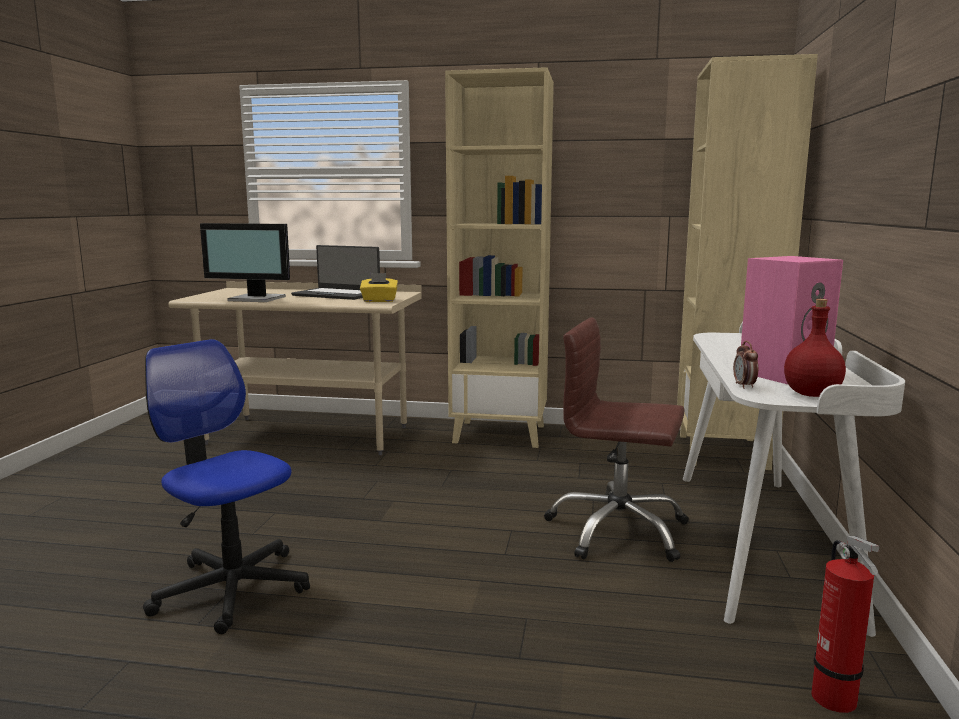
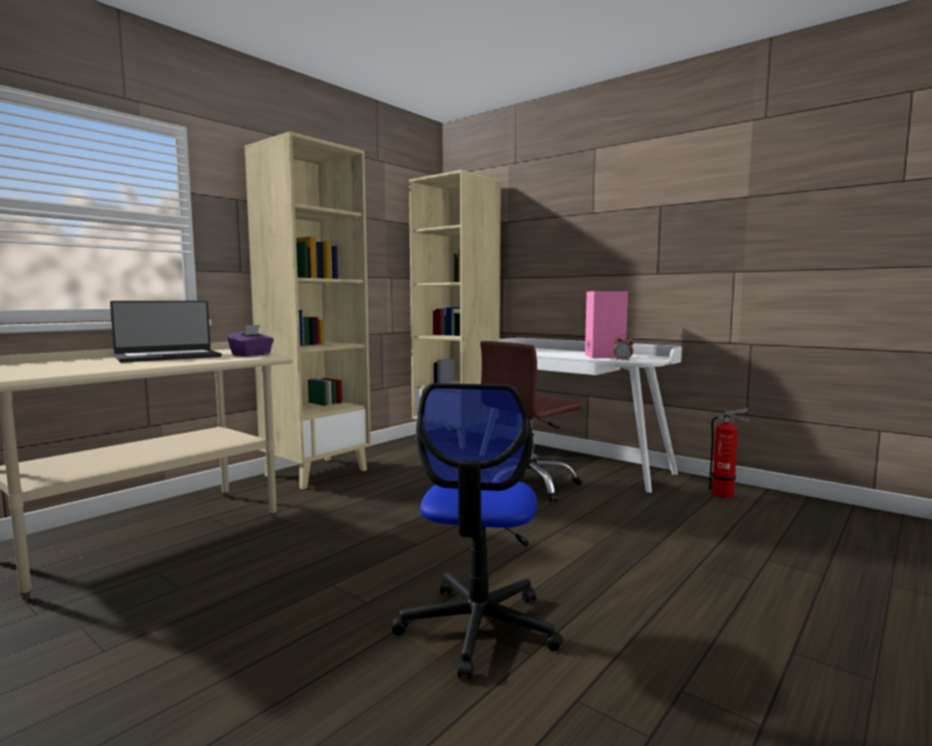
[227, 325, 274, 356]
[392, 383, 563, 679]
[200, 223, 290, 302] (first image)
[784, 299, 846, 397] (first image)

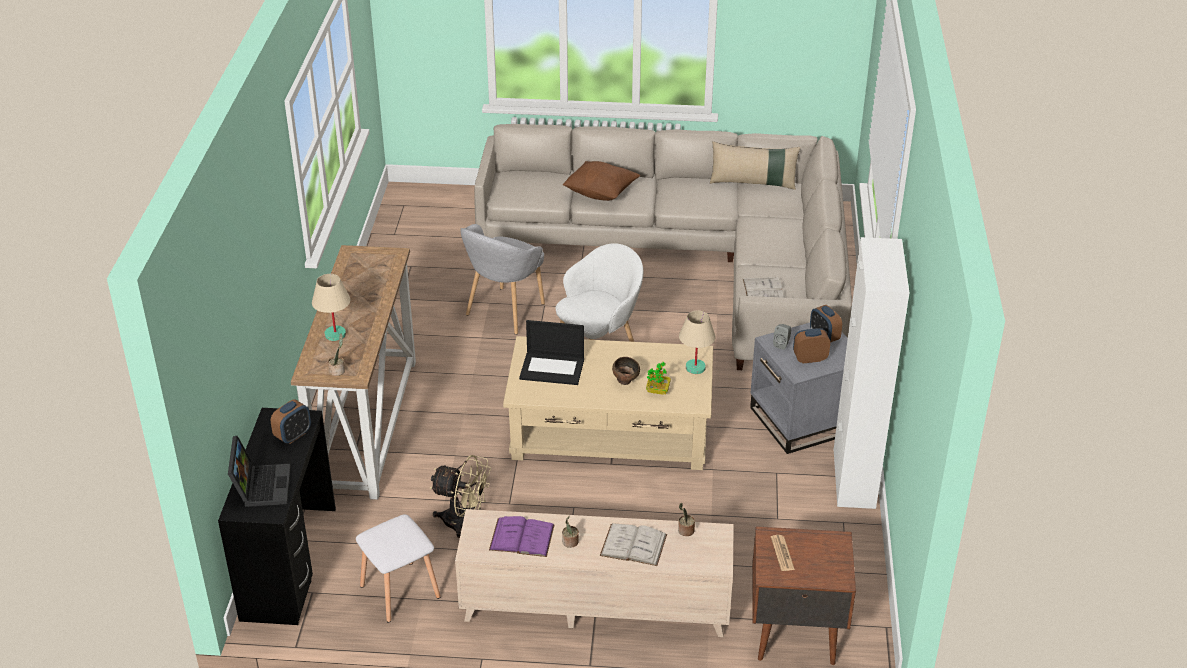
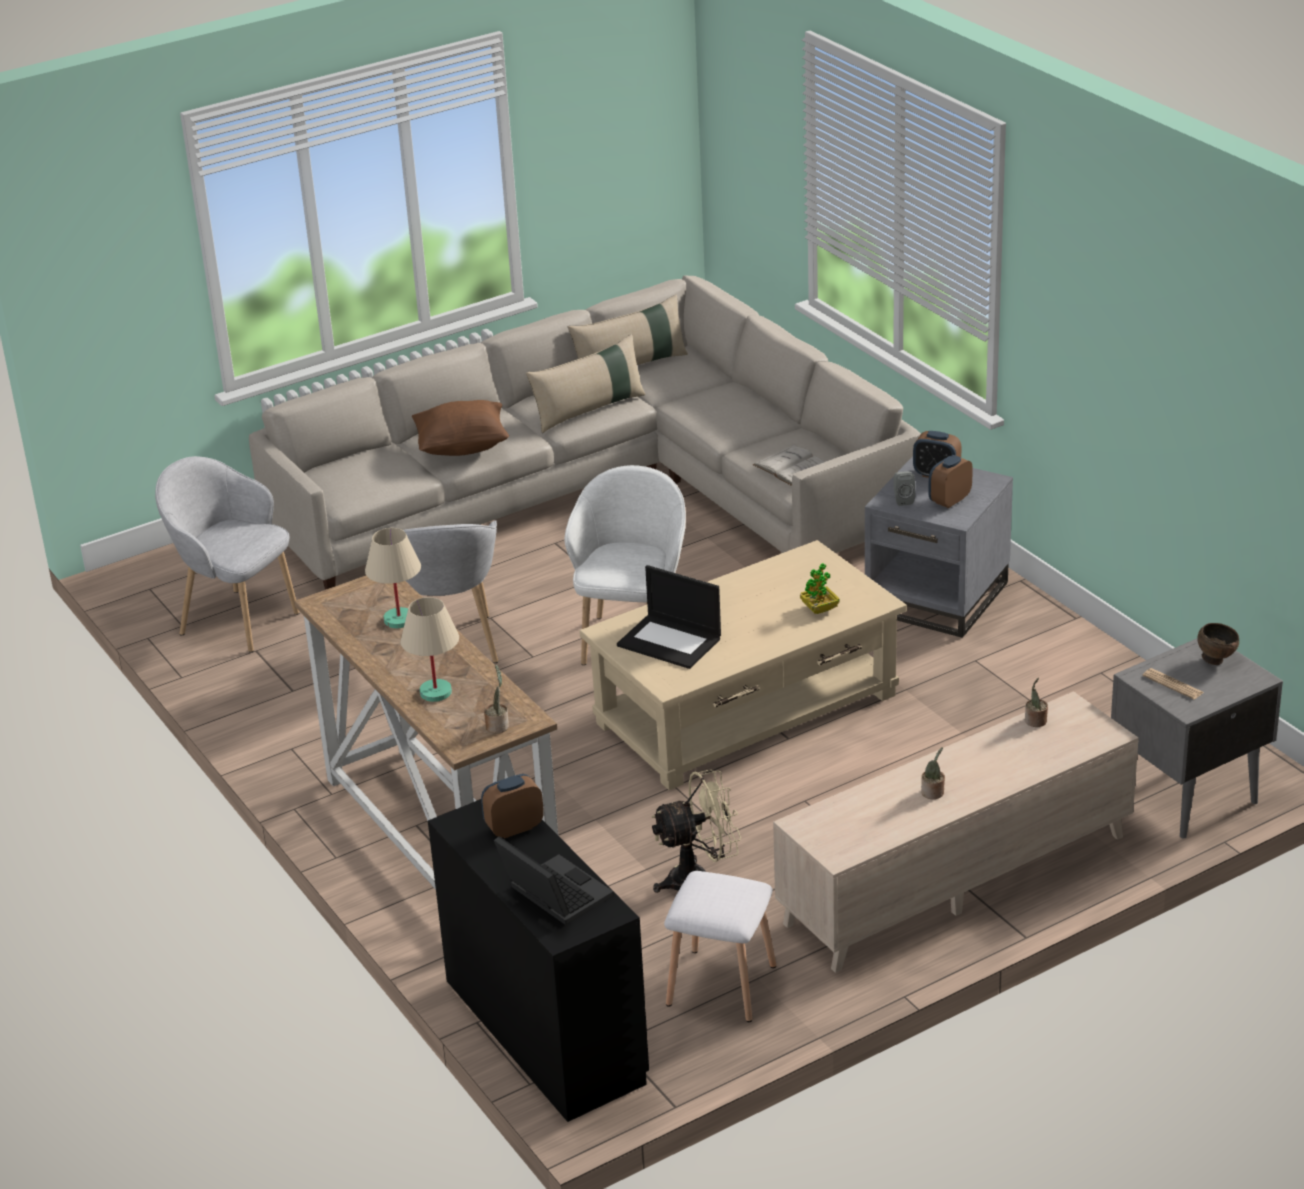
[155, 456, 299, 652]
[365, 528, 421, 628]
[481, 774, 544, 839]
[526, 334, 646, 433]
[617, 565, 721, 669]
[1111, 639, 1283, 839]
[1197, 623, 1239, 665]
[489, 516, 555, 557] (first image)
[600, 523, 667, 566] (first image)
[834, 237, 910, 509] (first image)

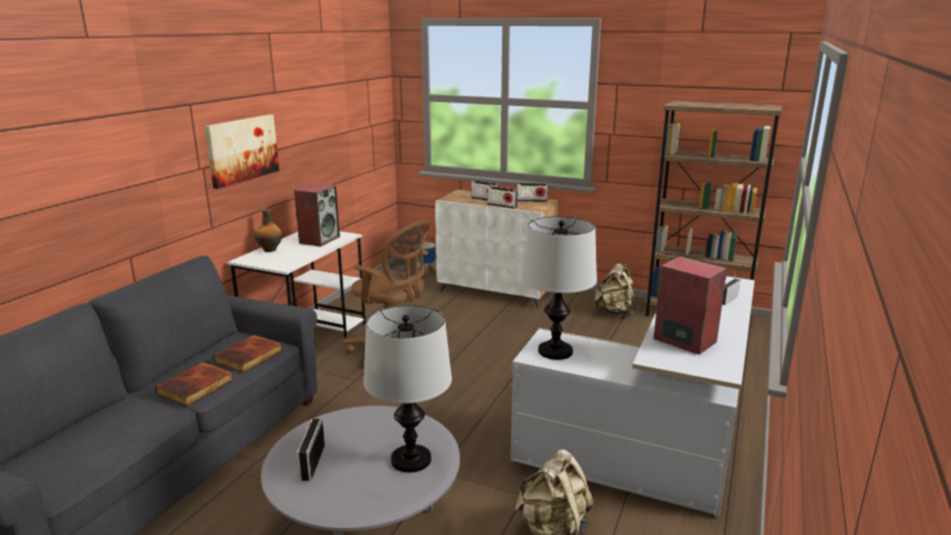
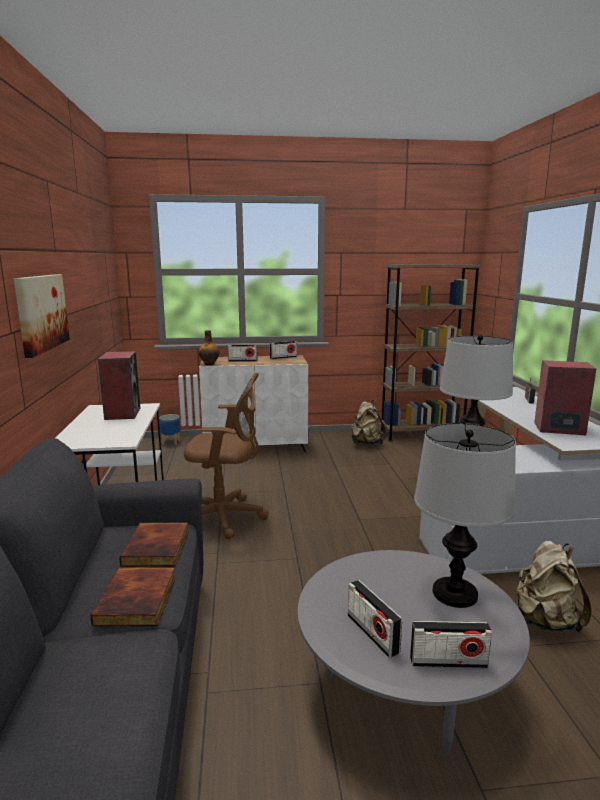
[198, 330, 220, 365]
[410, 621, 492, 668]

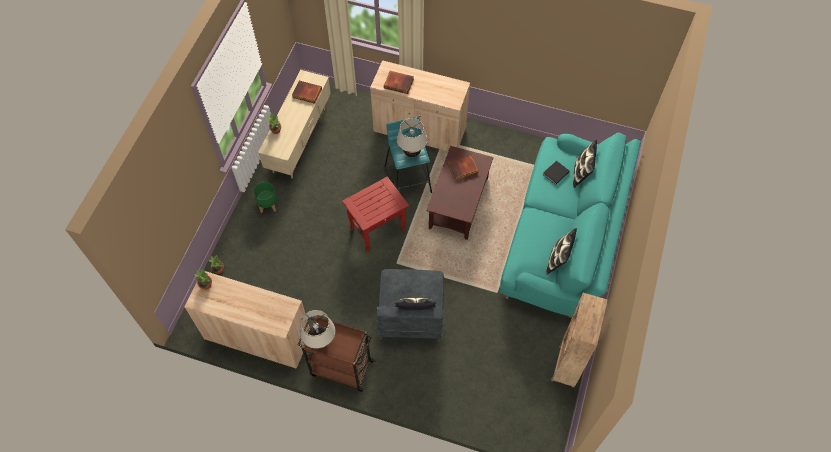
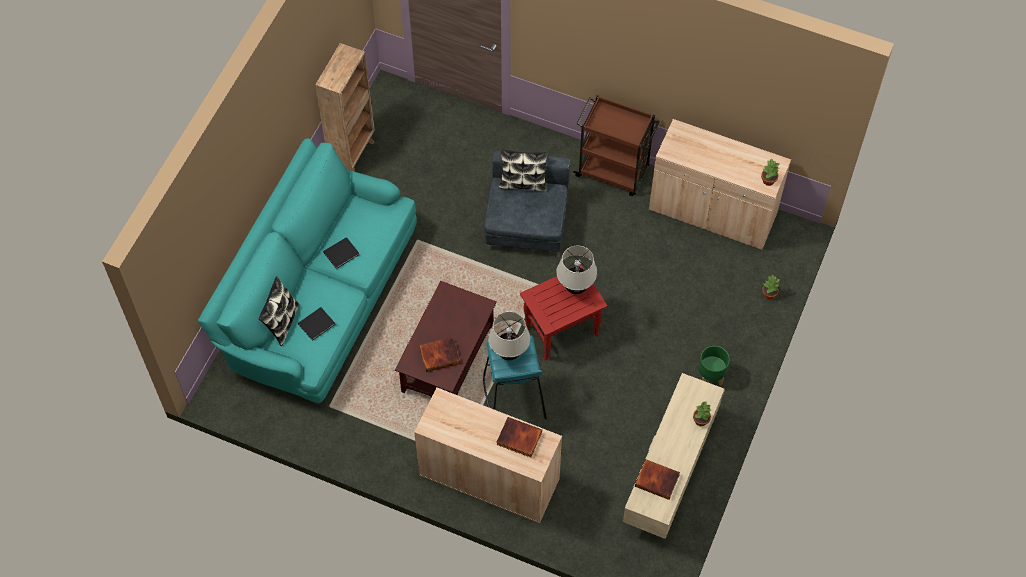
[323, 237, 359, 269]
[556, 245, 598, 294]
[546, 228, 577, 275] (first image)

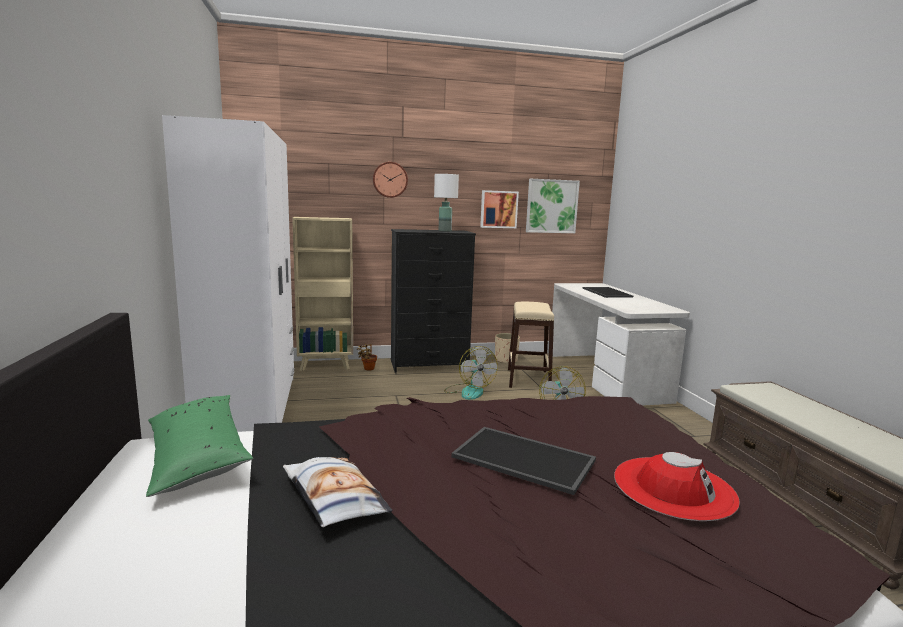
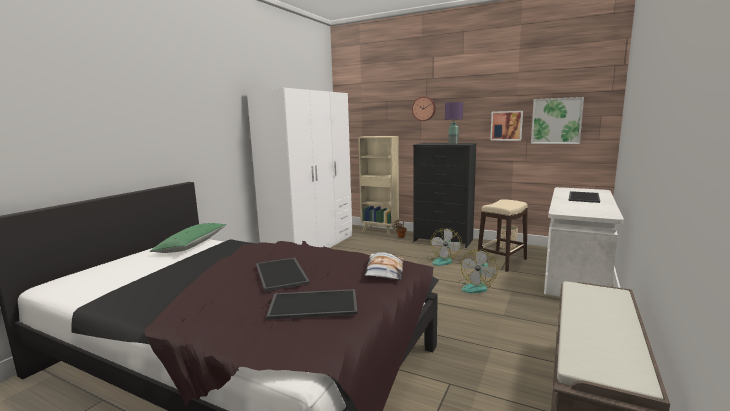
[266, 289, 358, 320]
[365, 252, 403, 280]
[445, 102, 463, 144]

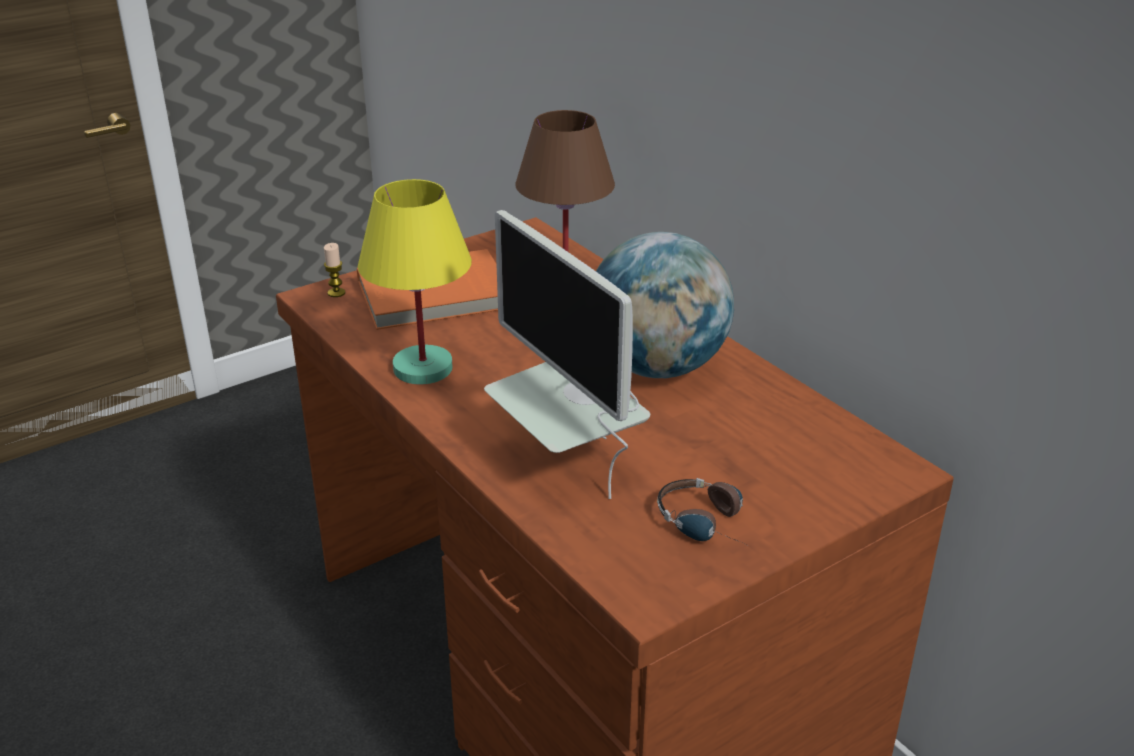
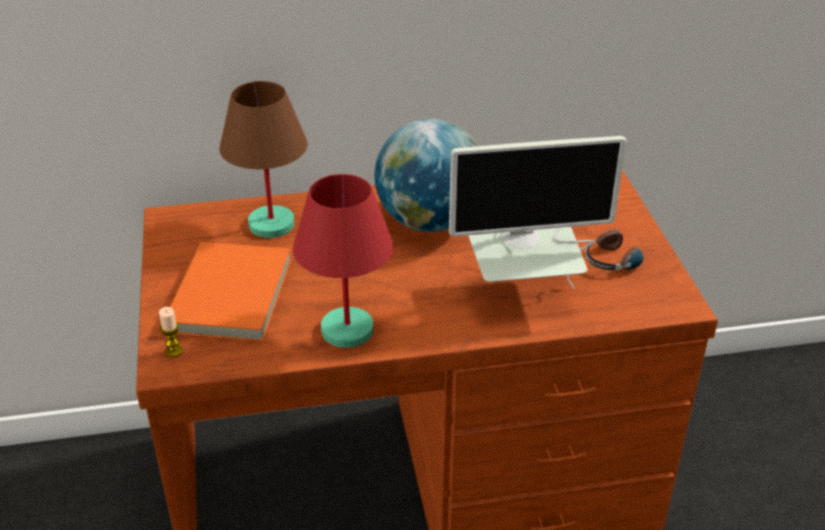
[293, 174, 394, 348]

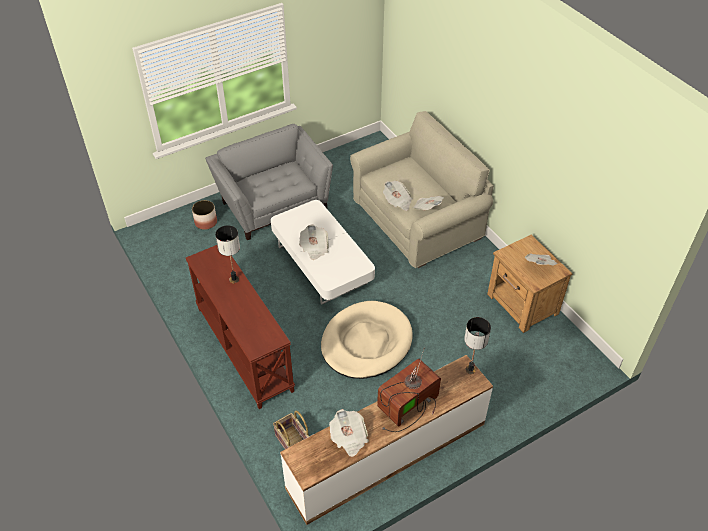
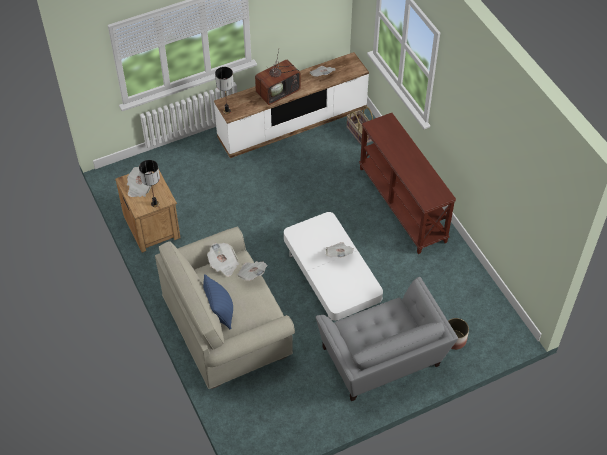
[139, 160, 160, 207]
[203, 274, 233, 329]
[321, 301, 413, 379] (first image)

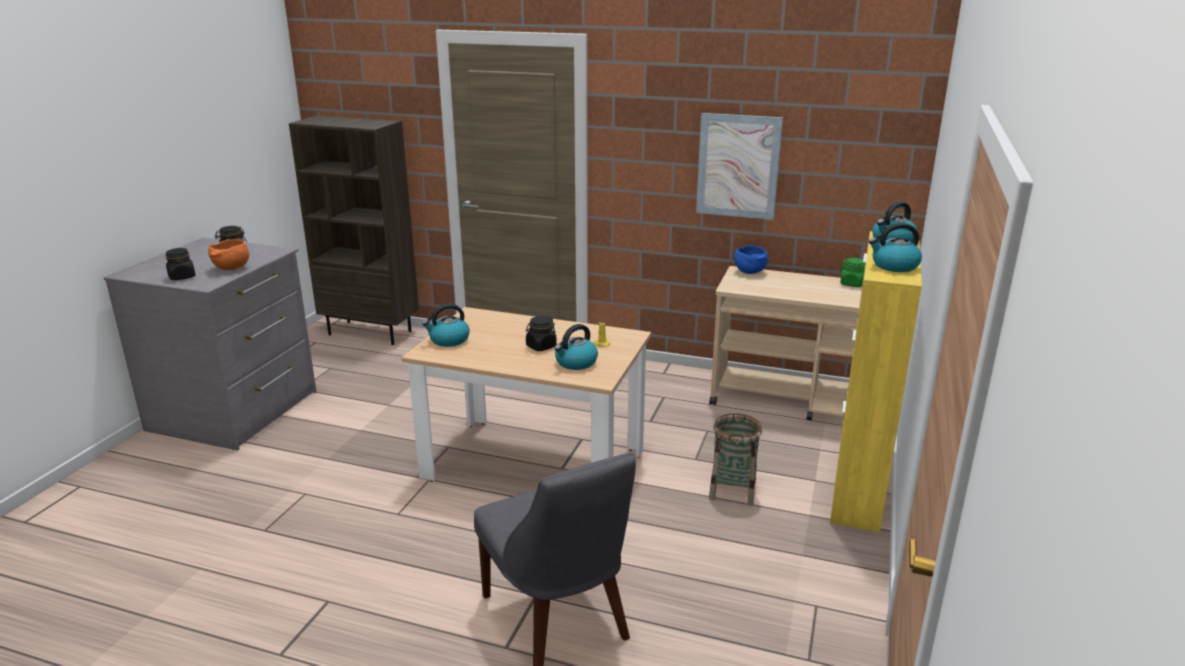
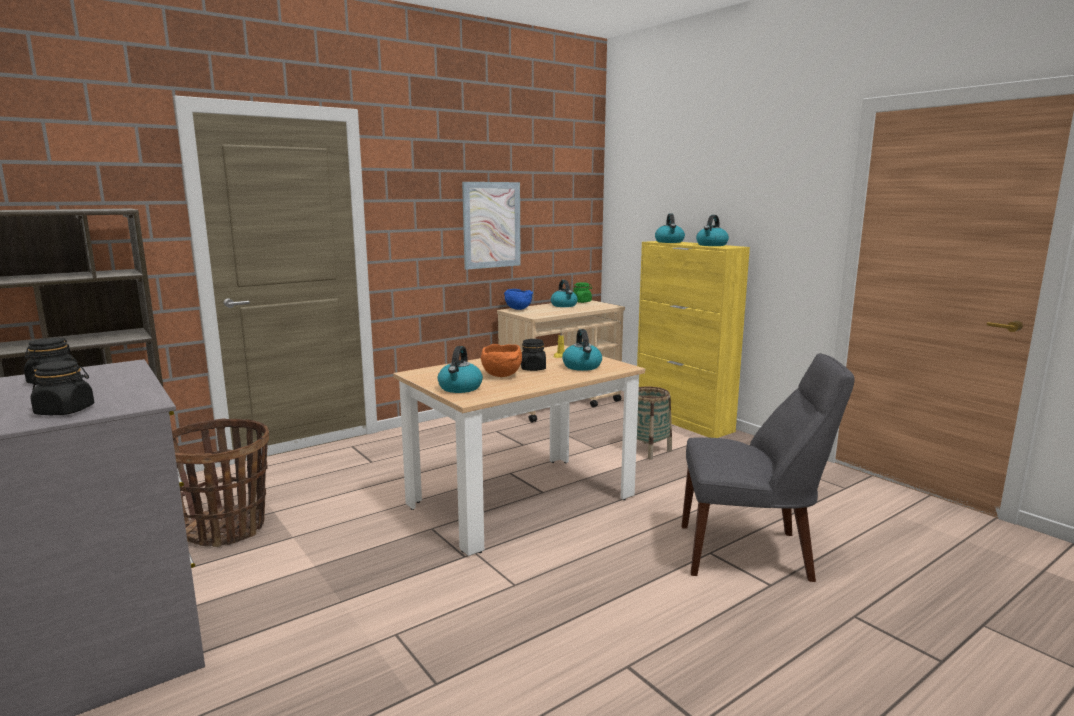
[172, 418, 269, 547]
[481, 344, 522, 377]
[551, 280, 578, 307]

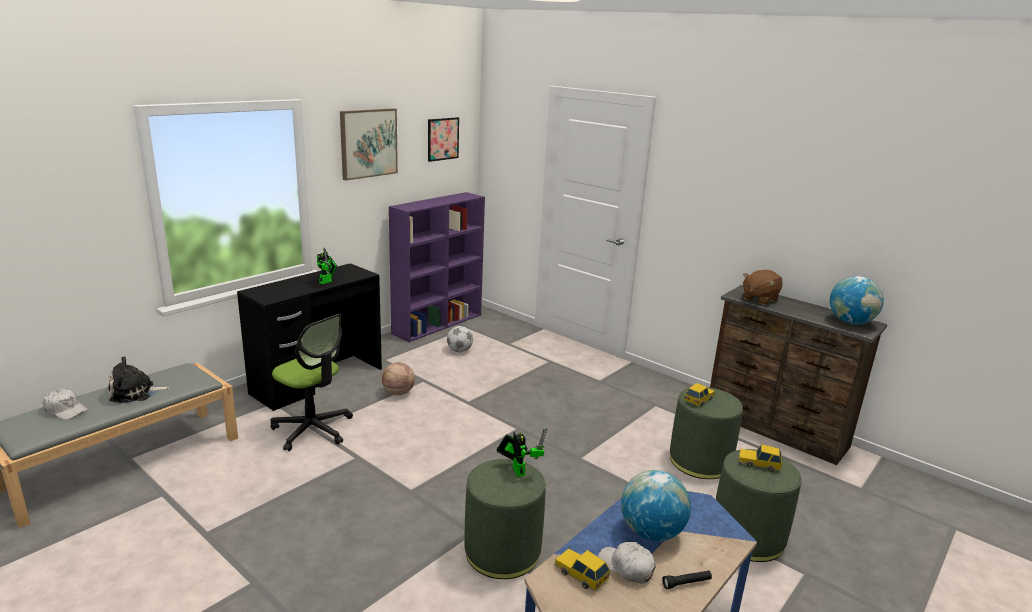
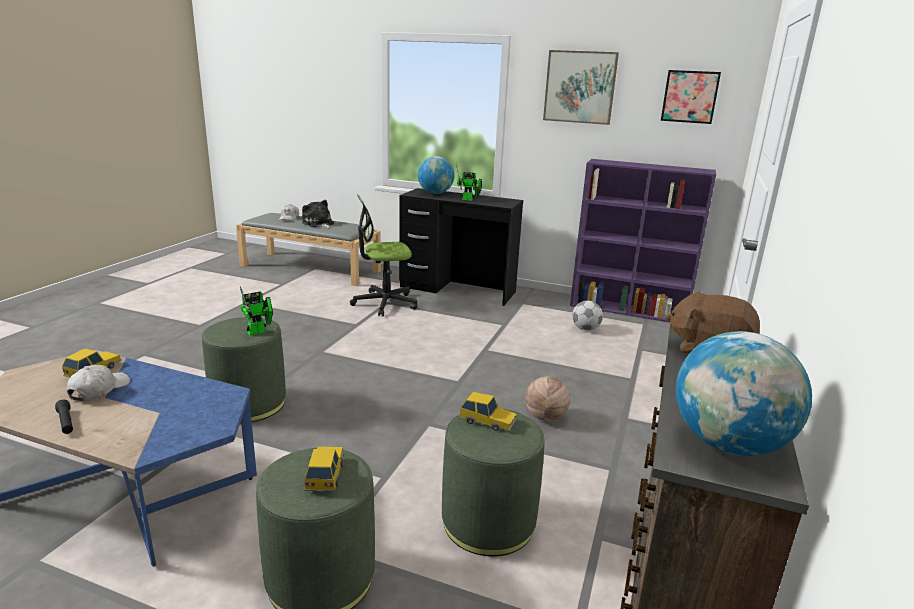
[350, 194, 417, 316]
[418, 156, 455, 194]
[525, 376, 570, 421]

